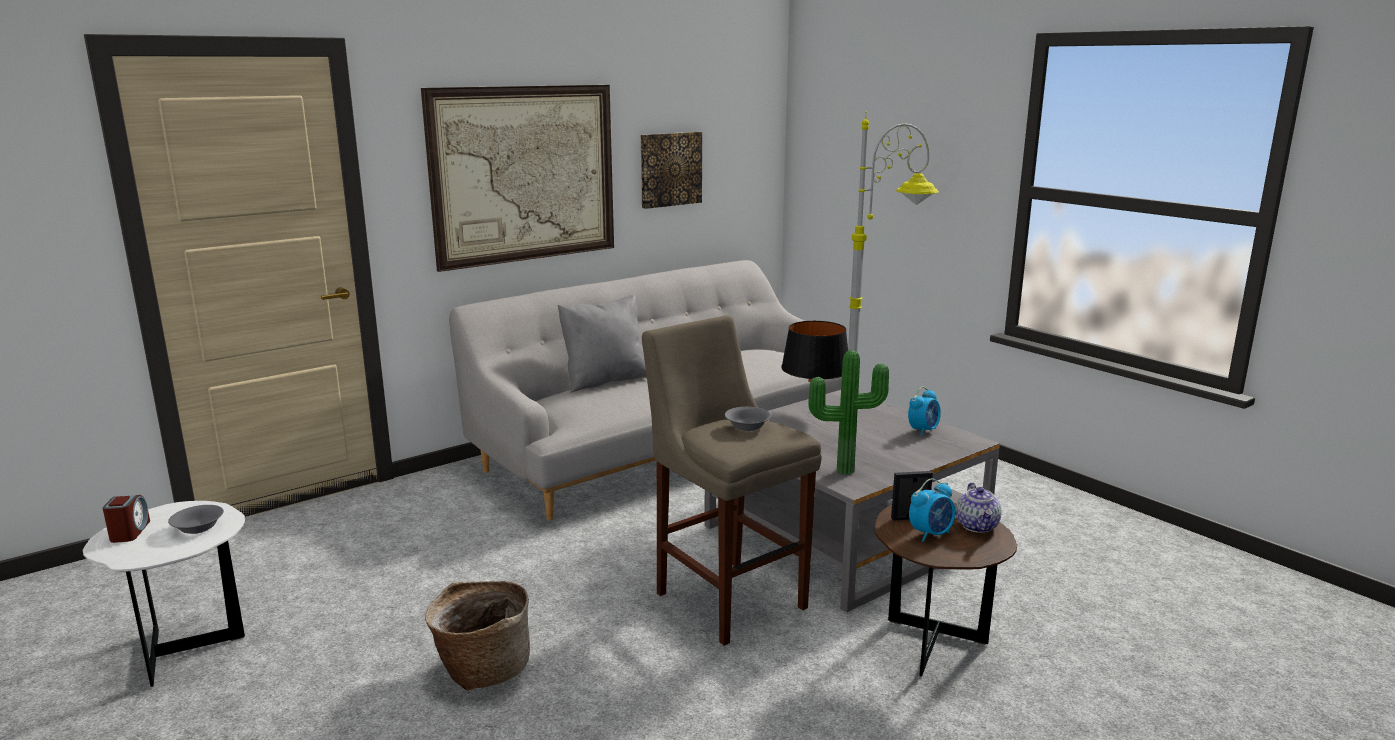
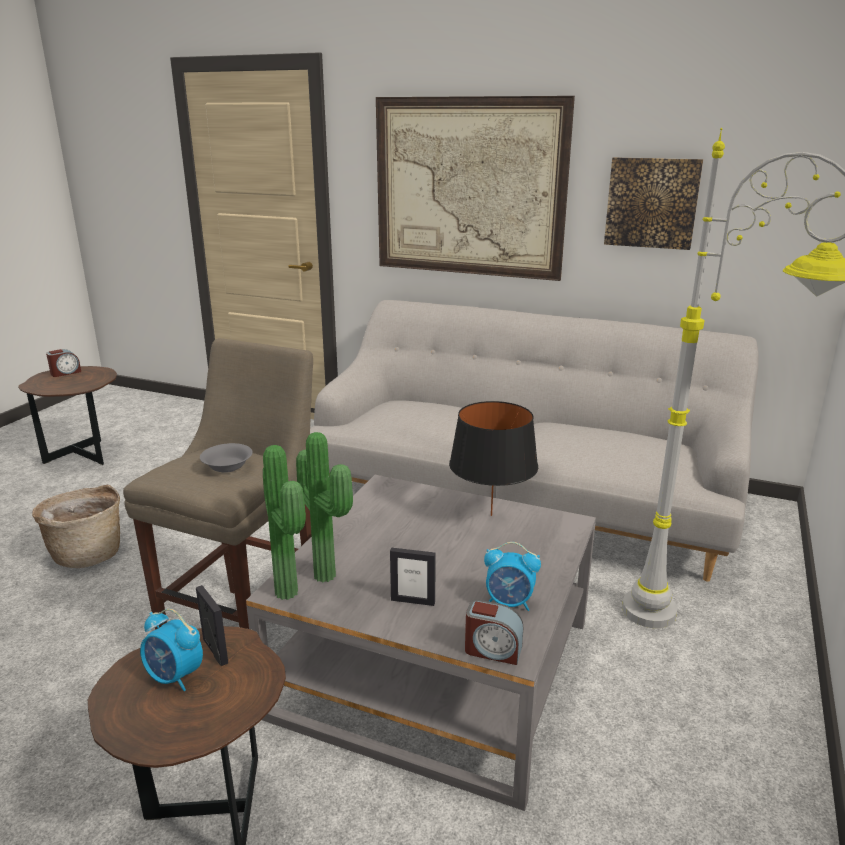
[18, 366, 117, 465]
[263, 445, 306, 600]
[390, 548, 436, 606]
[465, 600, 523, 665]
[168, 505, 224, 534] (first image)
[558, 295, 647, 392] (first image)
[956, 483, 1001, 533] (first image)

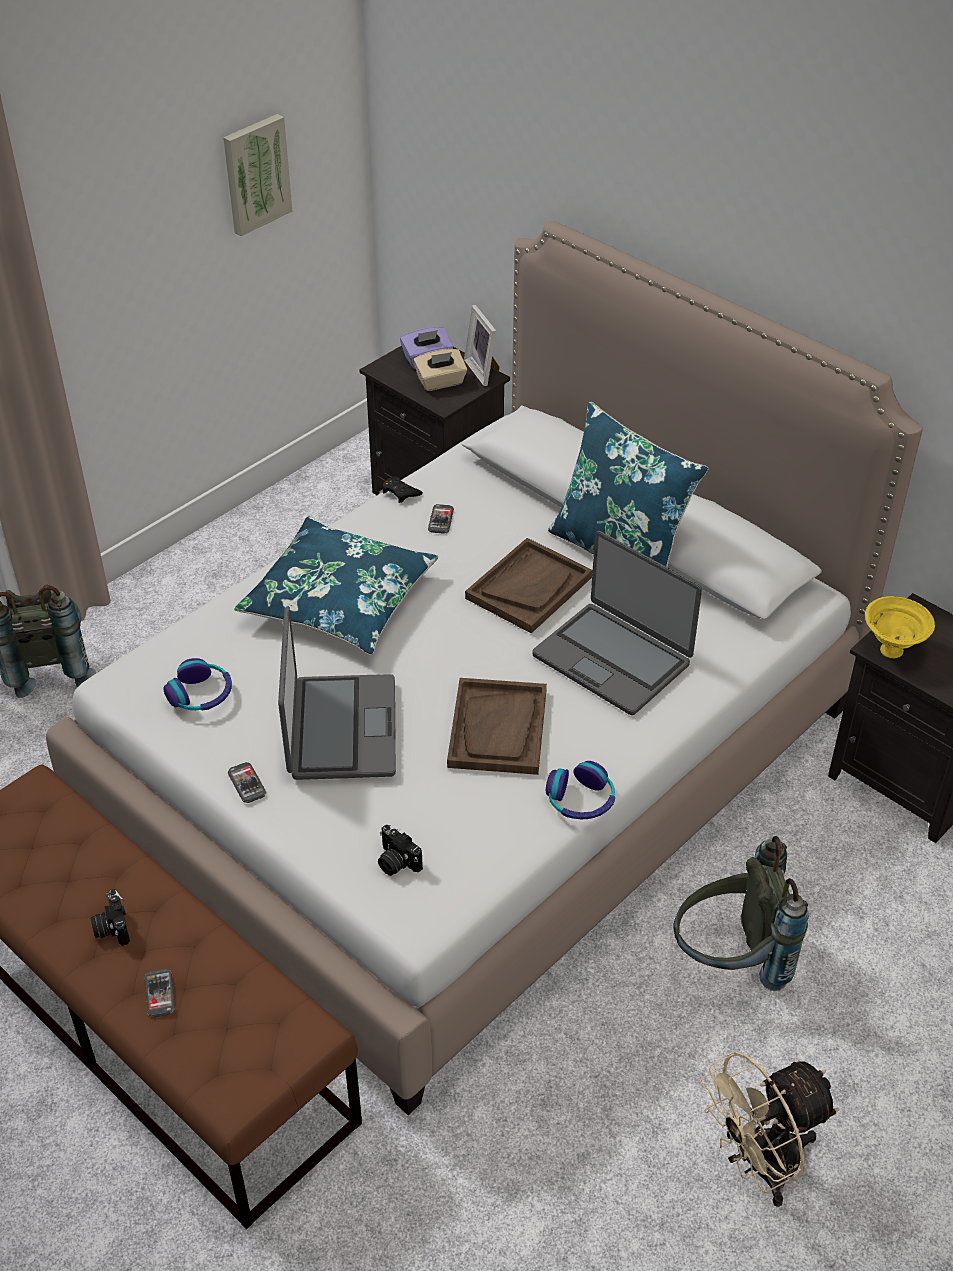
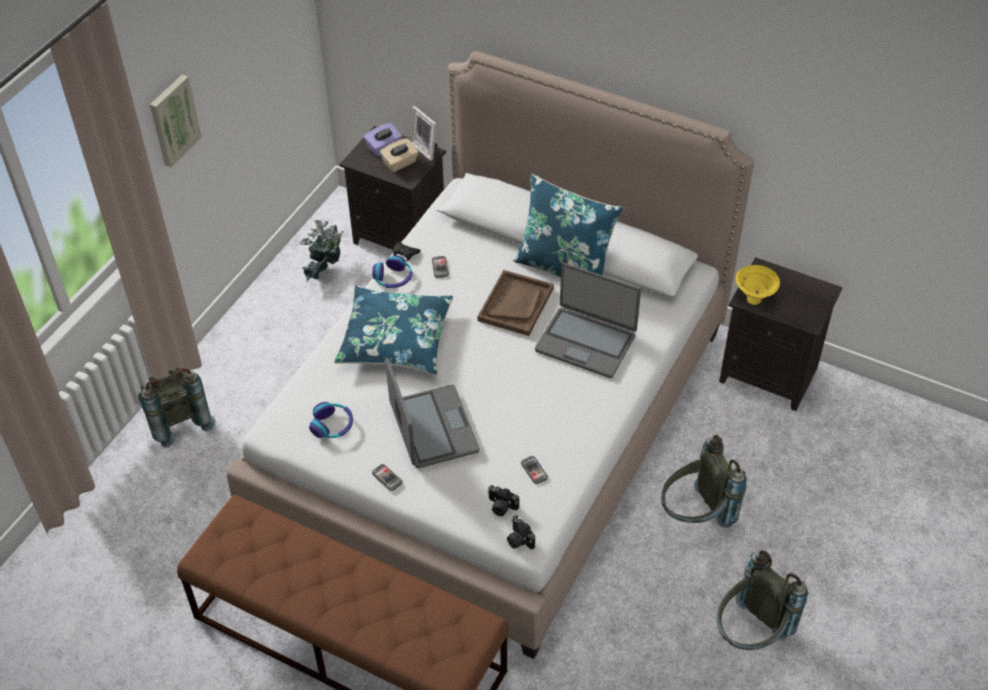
[150, 75, 202, 167]
[299, 219, 344, 281]
[372, 255, 413, 288]
[507, 515, 535, 549]
[521, 456, 548, 484]
[717, 550, 808, 650]
[447, 678, 547, 775] (first image)

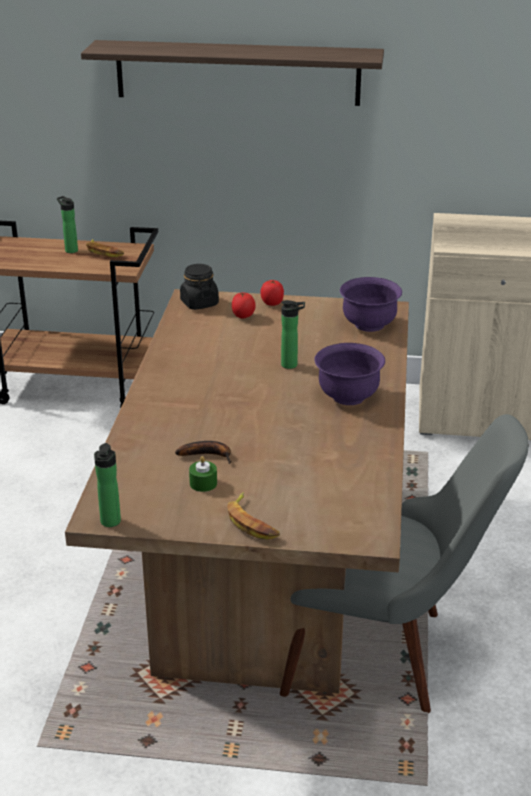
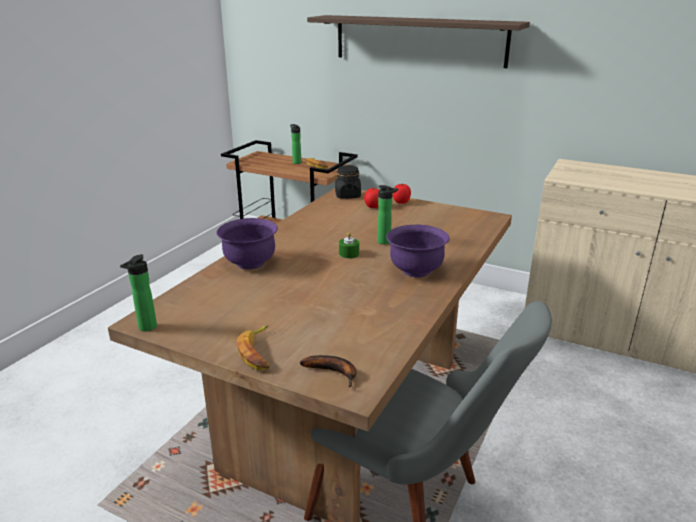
[216, 218, 278, 269]
[300, 355, 357, 388]
[339, 232, 359, 259]

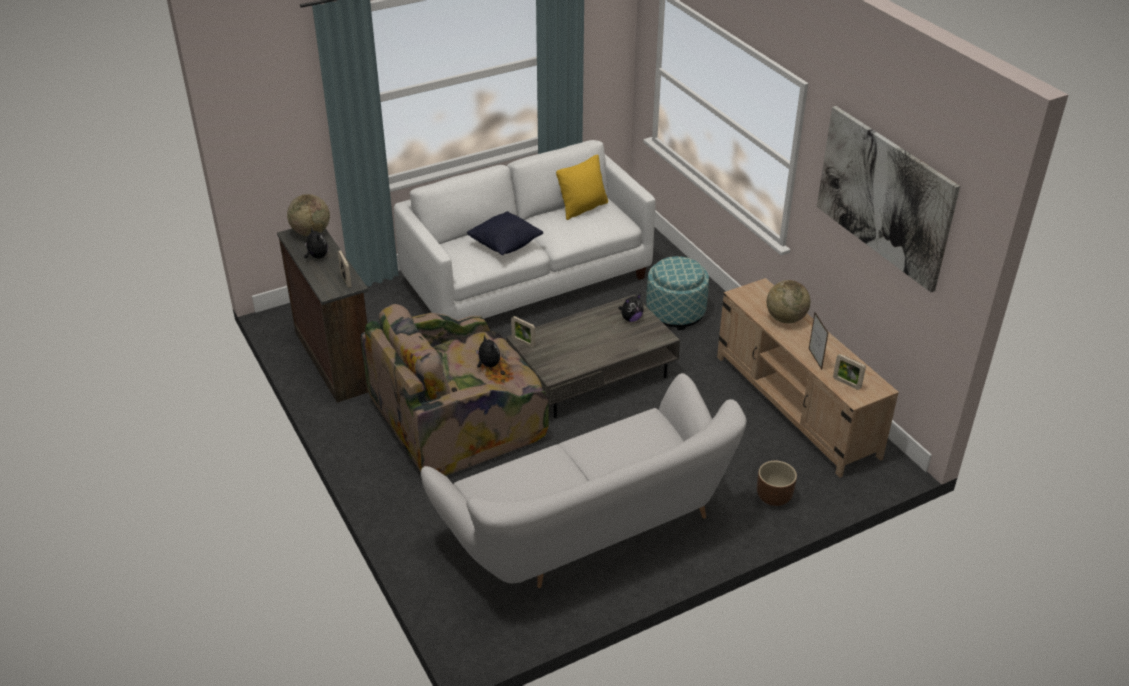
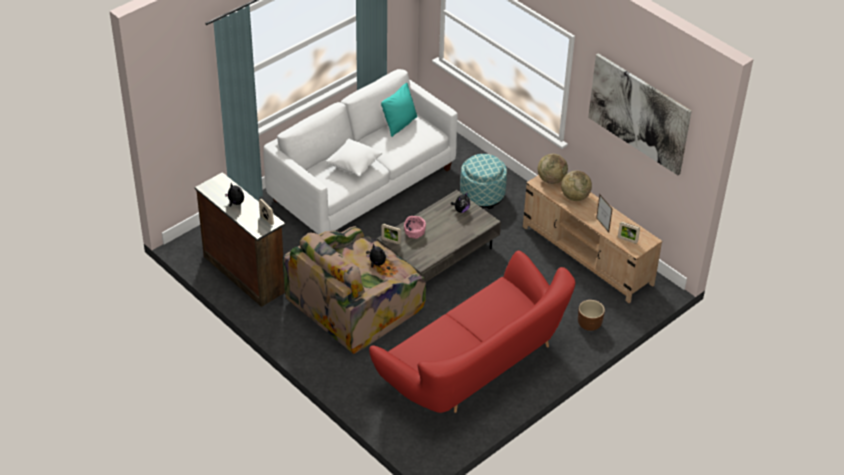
[326, 138, 383, 177]
[369, 251, 575, 413]
[381, 83, 417, 137]
[404, 216, 426, 239]
[538, 154, 568, 184]

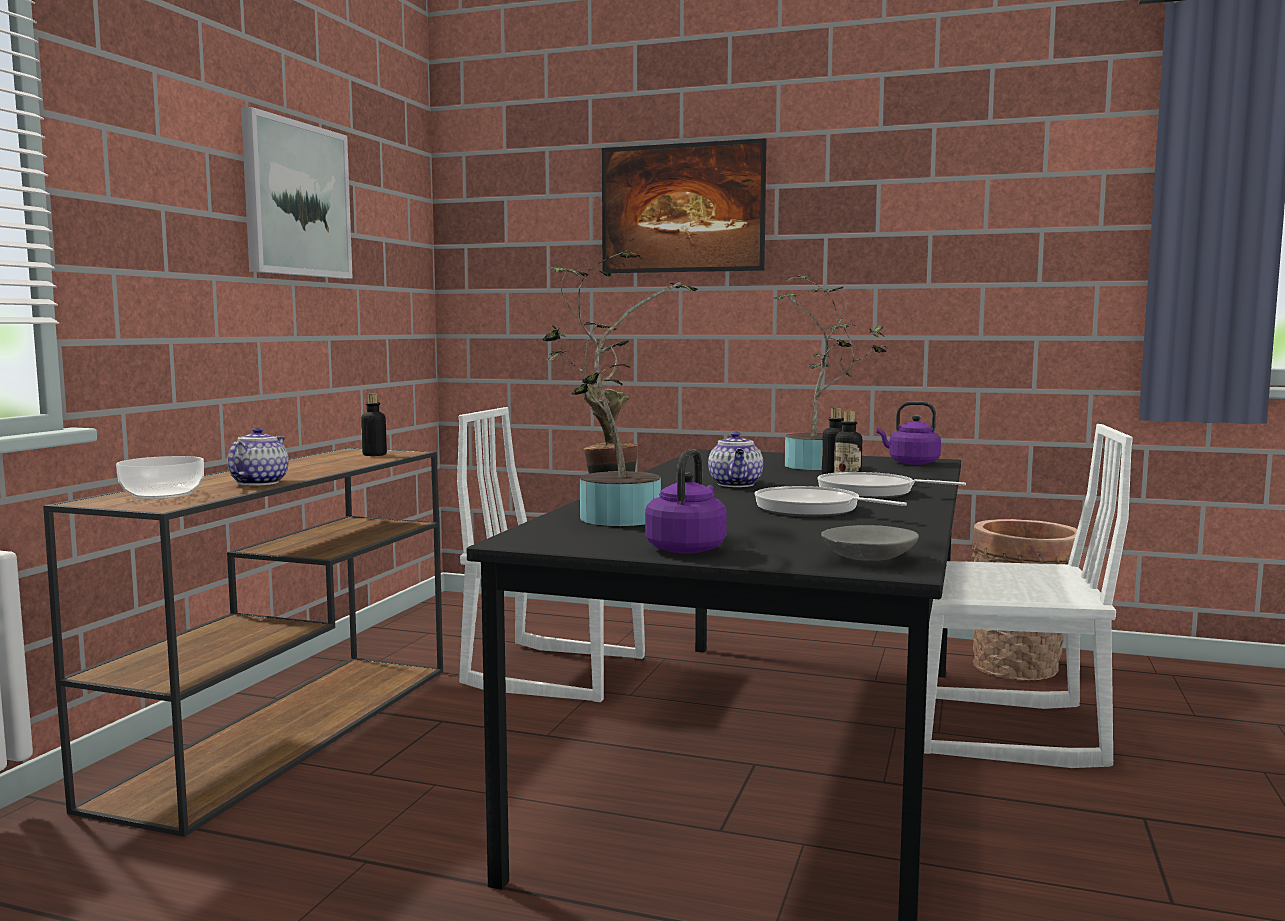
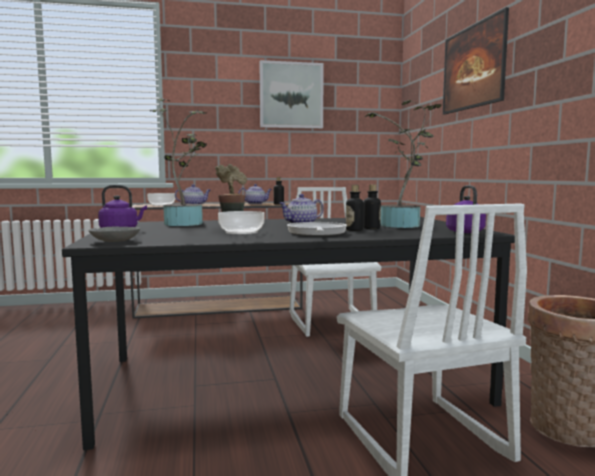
[218, 211, 264, 234]
[238, 184, 272, 204]

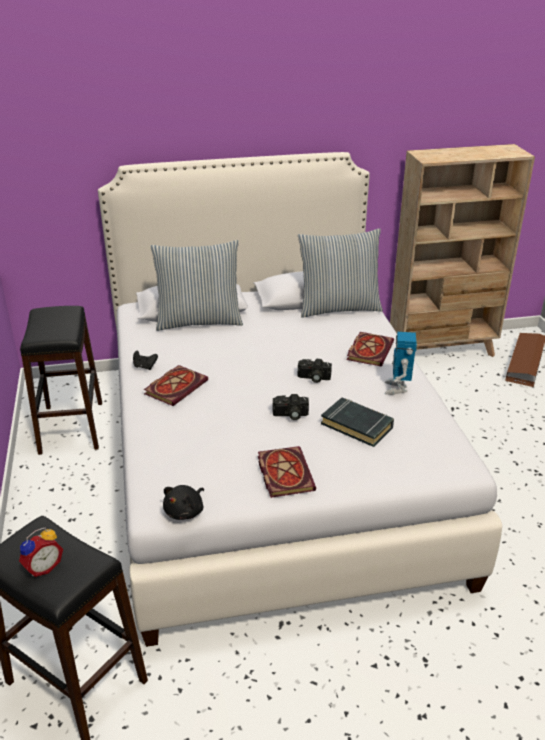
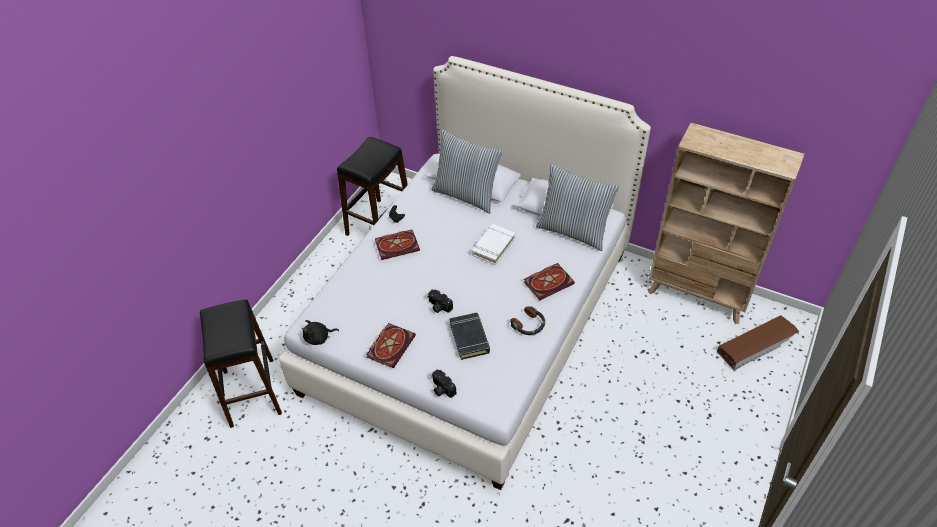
[431, 369, 457, 398]
[472, 224, 515, 265]
[510, 306, 545, 335]
[19, 527, 63, 577] (first image)

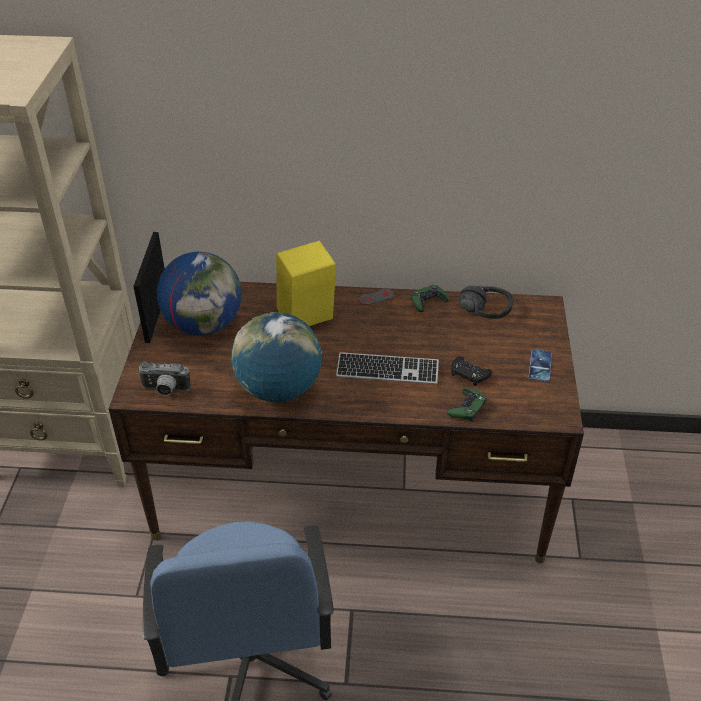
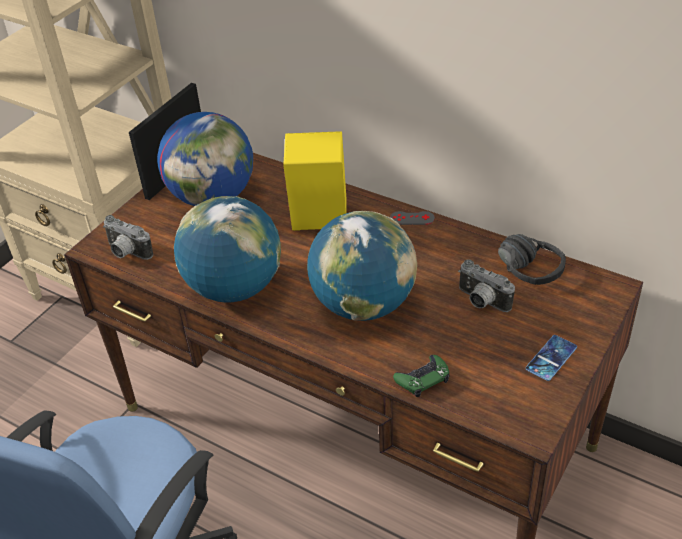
[307, 211, 417, 321]
[458, 259, 515, 312]
[411, 285, 449, 312] (first image)
[451, 356, 492, 386] (first image)

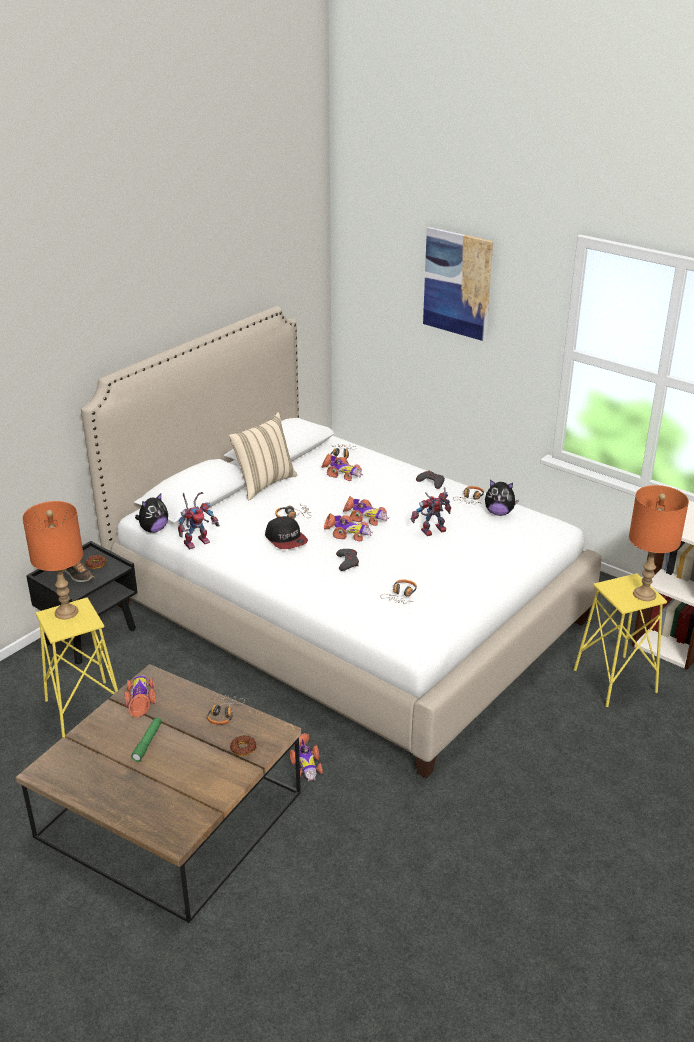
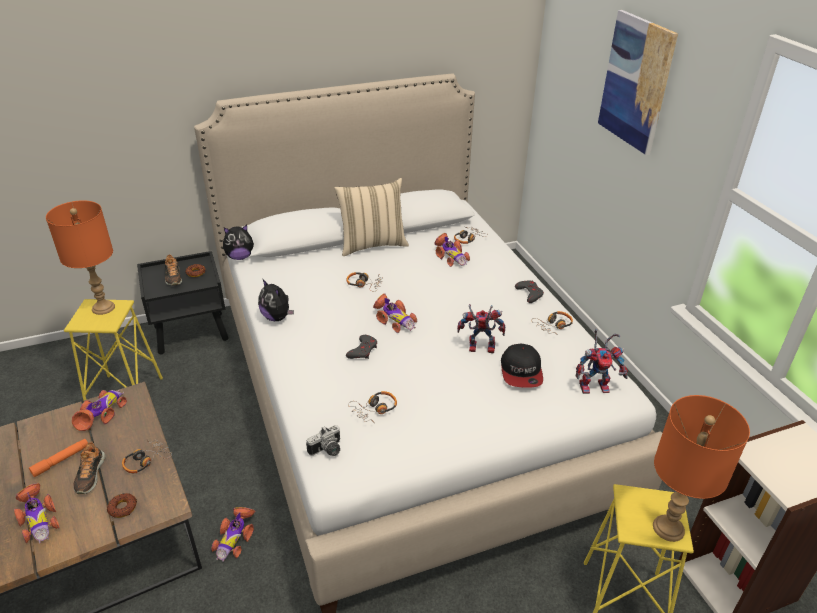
[14, 483, 60, 543]
[29, 439, 88, 477]
[73, 441, 106, 494]
[258, 279, 294, 321]
[306, 425, 340, 456]
[501, 344, 543, 388]
[576, 329, 628, 394]

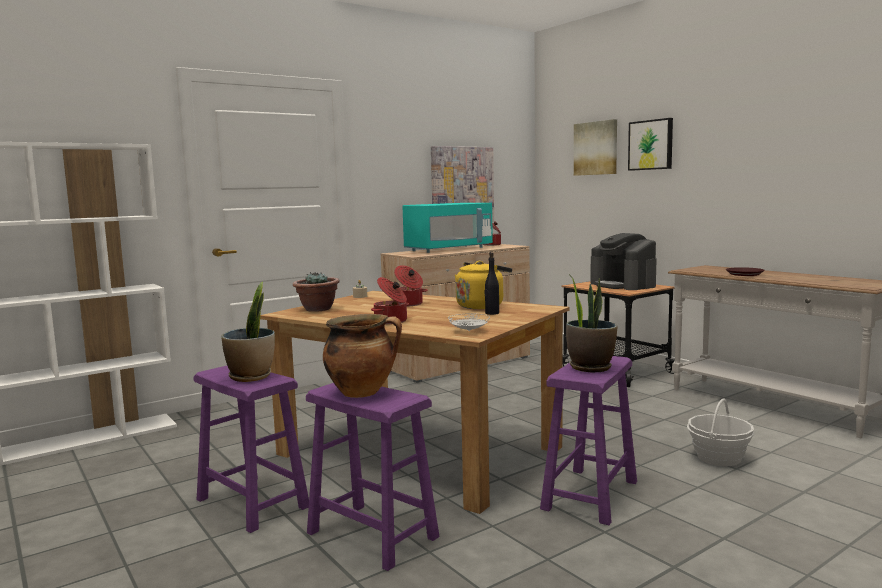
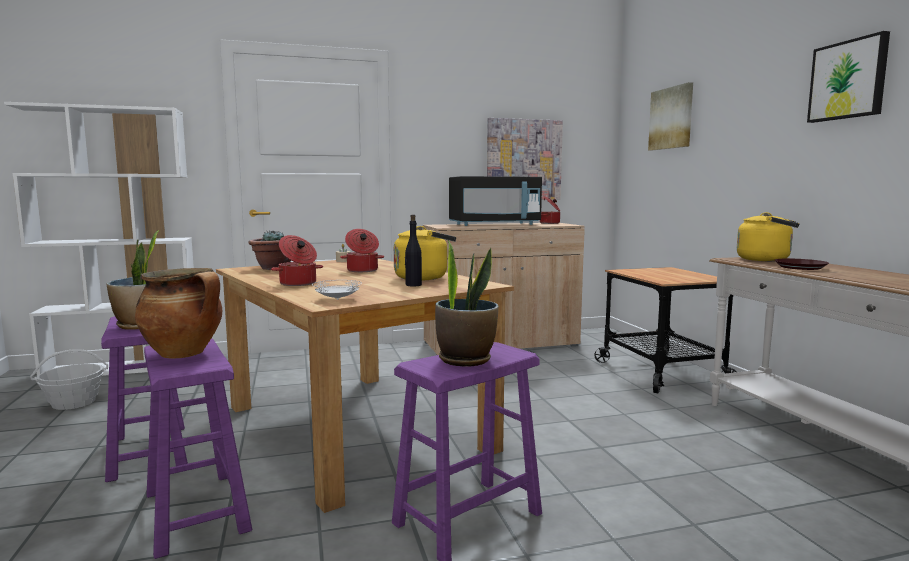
[30, 349, 108, 410]
[449, 176, 542, 226]
[737, 212, 800, 261]
[807, 31, 890, 123]
[590, 233, 657, 290] (first image)

